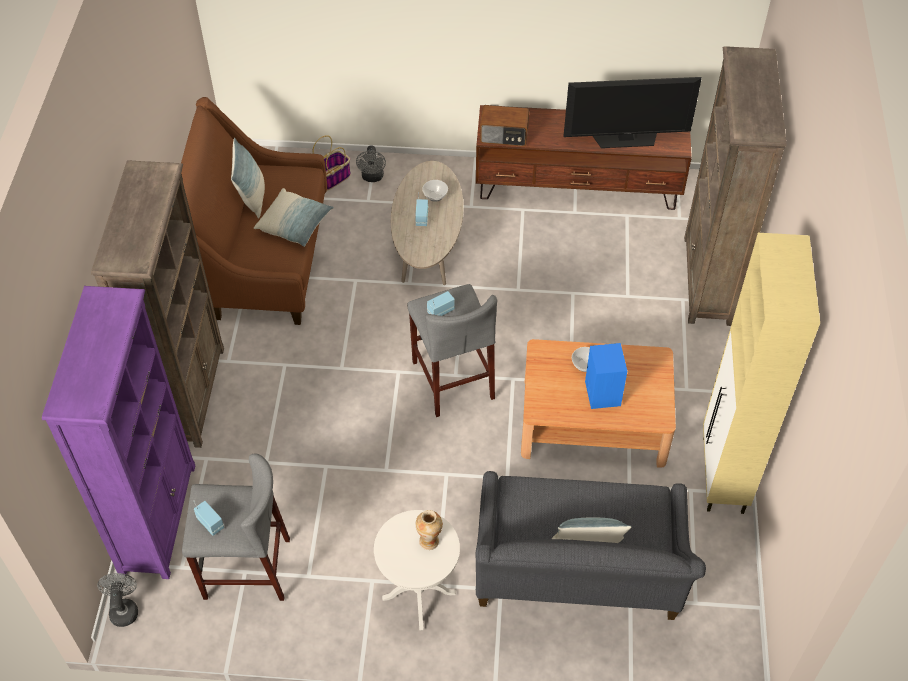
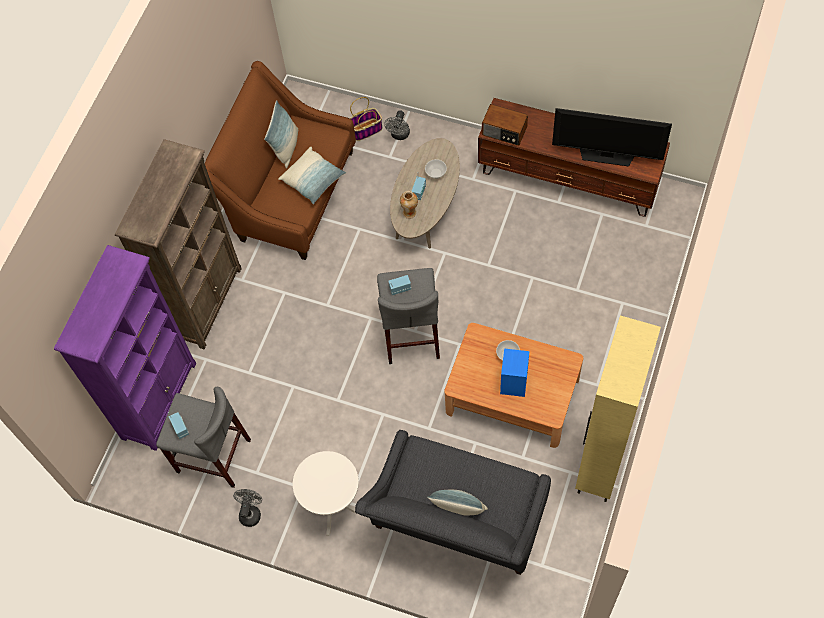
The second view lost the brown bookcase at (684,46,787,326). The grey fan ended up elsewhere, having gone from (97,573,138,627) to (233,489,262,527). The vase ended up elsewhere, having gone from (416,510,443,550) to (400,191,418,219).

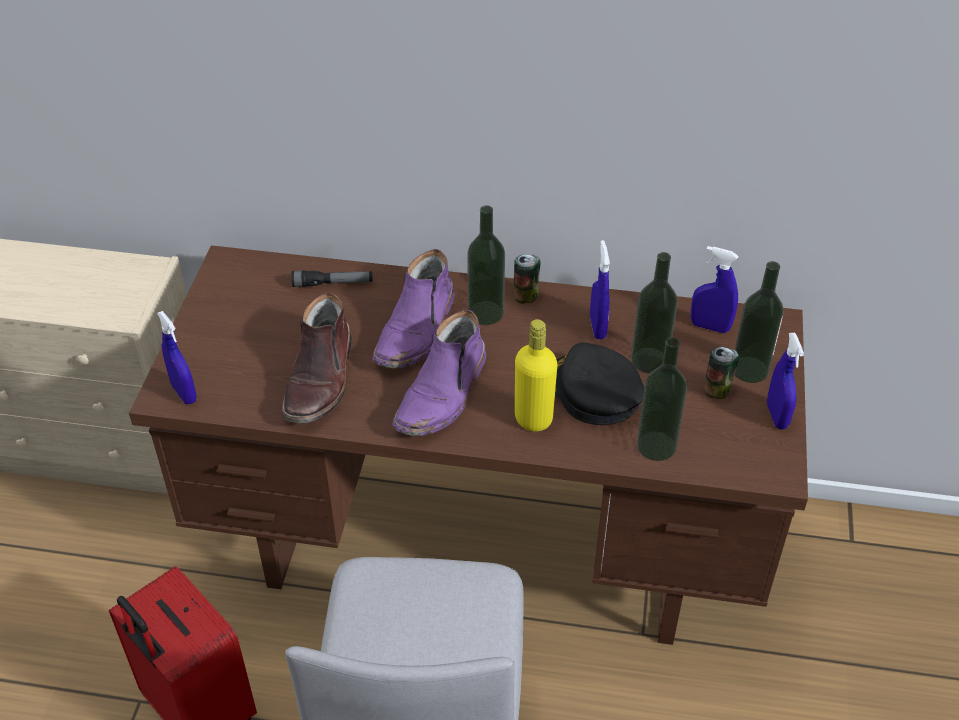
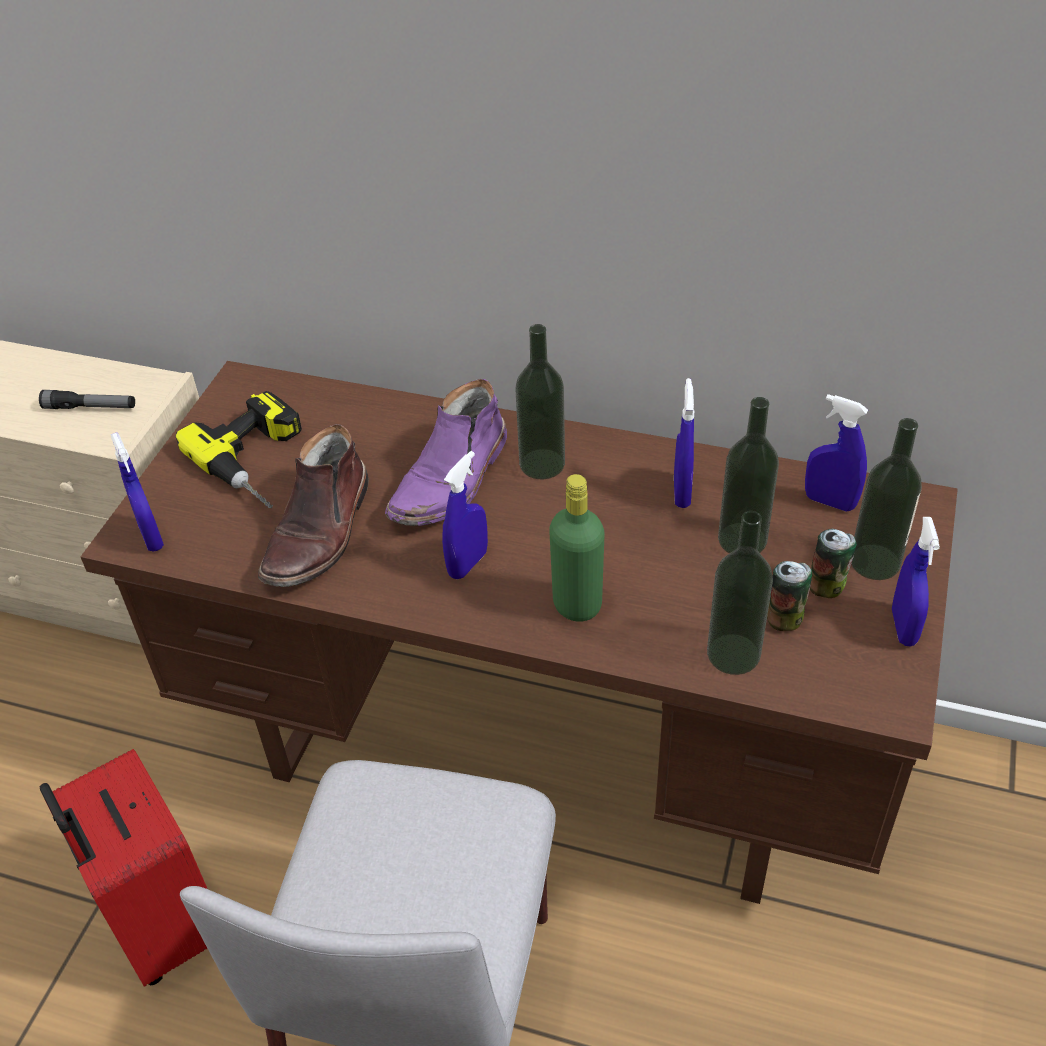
The second view lost the black cap at (555,342,644,425). The second view gained the power drill at (176,391,302,509). The flashlight ended up elsewhere, having gone from (291,270,372,287) to (39,390,135,409). The can ended up elsewhere, having gone from (514,254,540,304) to (767,561,812,631). Where the purple boot stood at (392,310,486,436), the blue spray bottle came to stand at (442,451,488,579). What was the yellow bottle at (515,319,557,432) turned into the green bottle at (549,474,605,622).

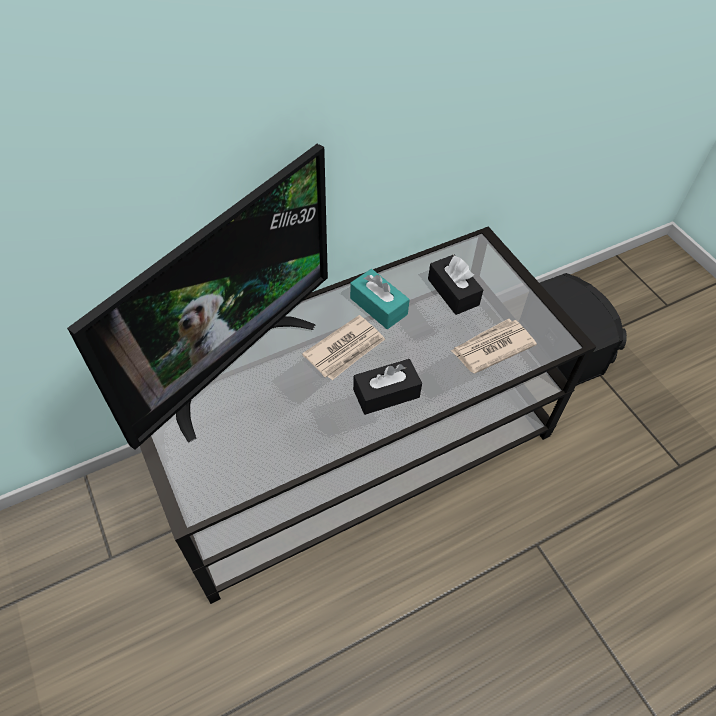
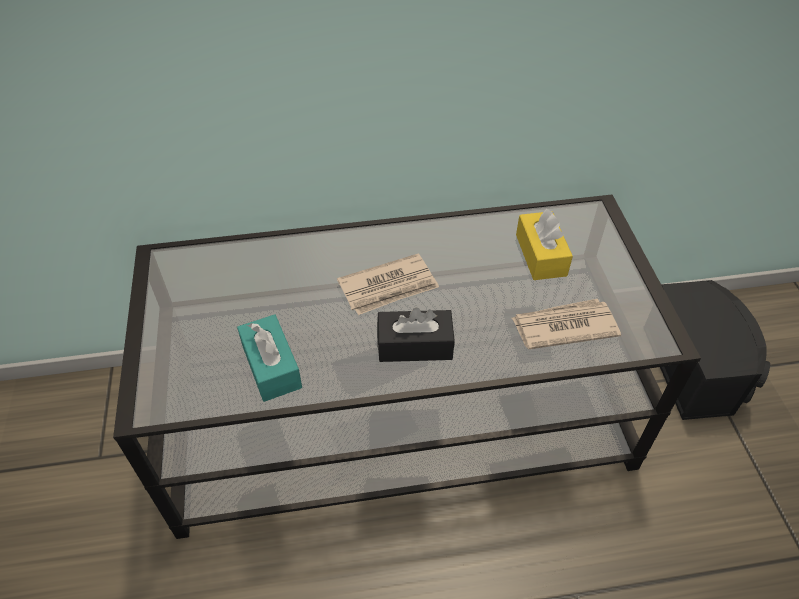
The second view lost the television at (67,144,328,450). The turquoise tissue box ended up elsewhere, having gone from (350,269,410,329) to (237,314,302,402). What was the black tissue box at (428,255,483,315) turned into the yellow tissue box at (516,209,573,280).

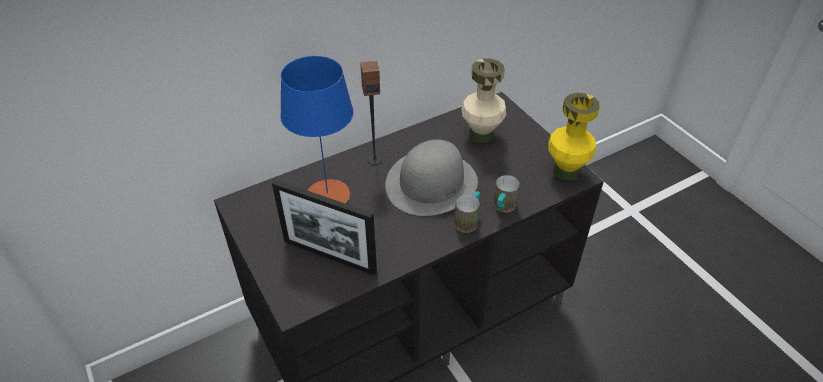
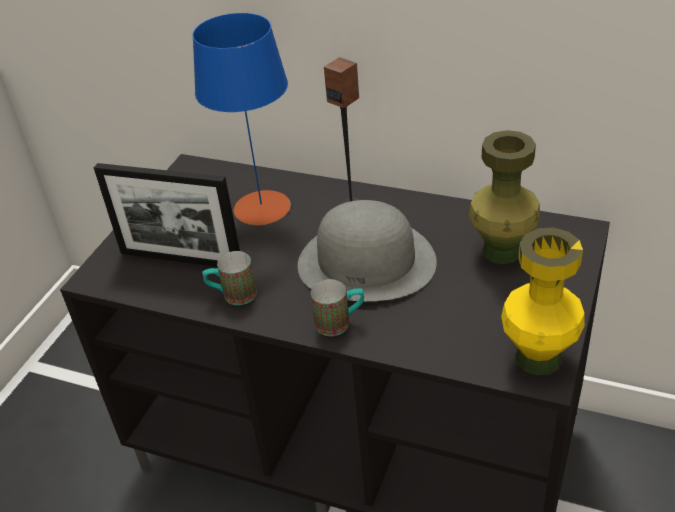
The mug ended up elsewhere, having gone from (493,175,520,212) to (202,251,257,305). What was the beige vase at (462,59,506,143) turned into the green vase at (469,130,540,264). The picture frame at (272,180,377,275) ended up facing another way, 60 degrees counterclockwise from before.

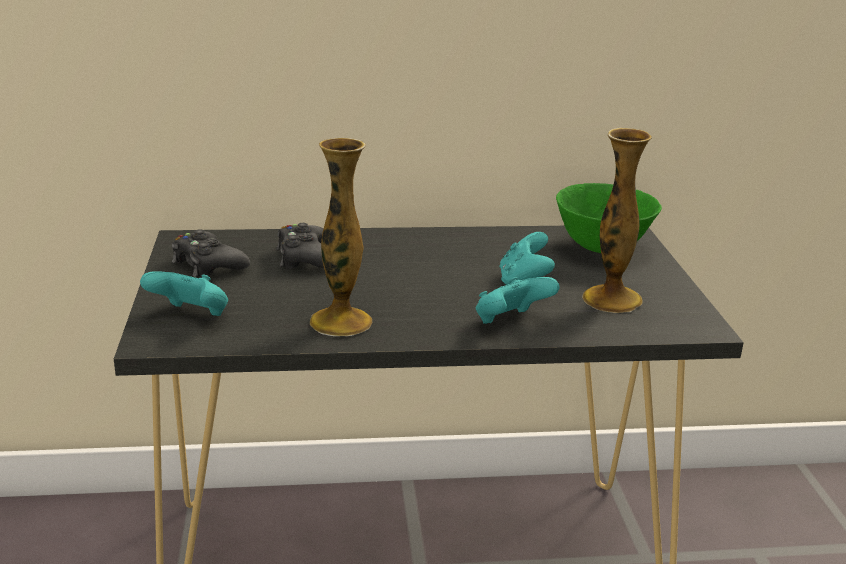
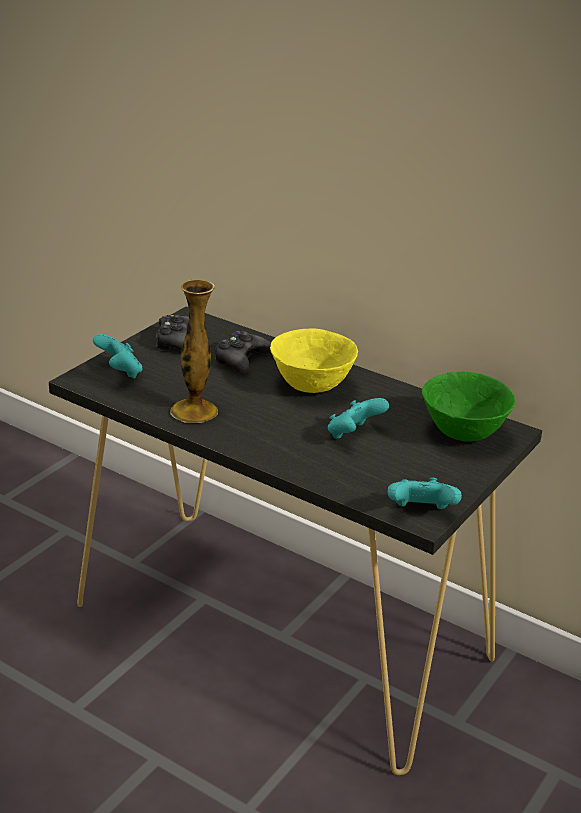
The second view lost the vase at (582,128,652,313). The second view gained the yellow bowl at (270,328,358,393). The turquoise game controller ended up elsewhere, having gone from (476,277,560,324) to (387,478,462,509).

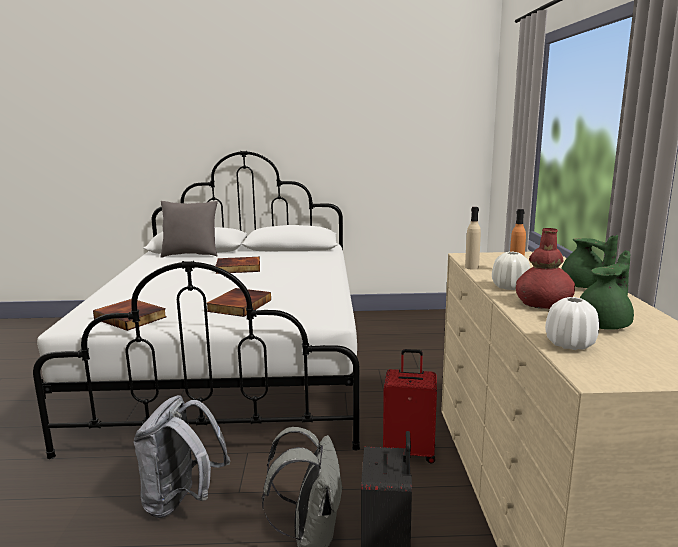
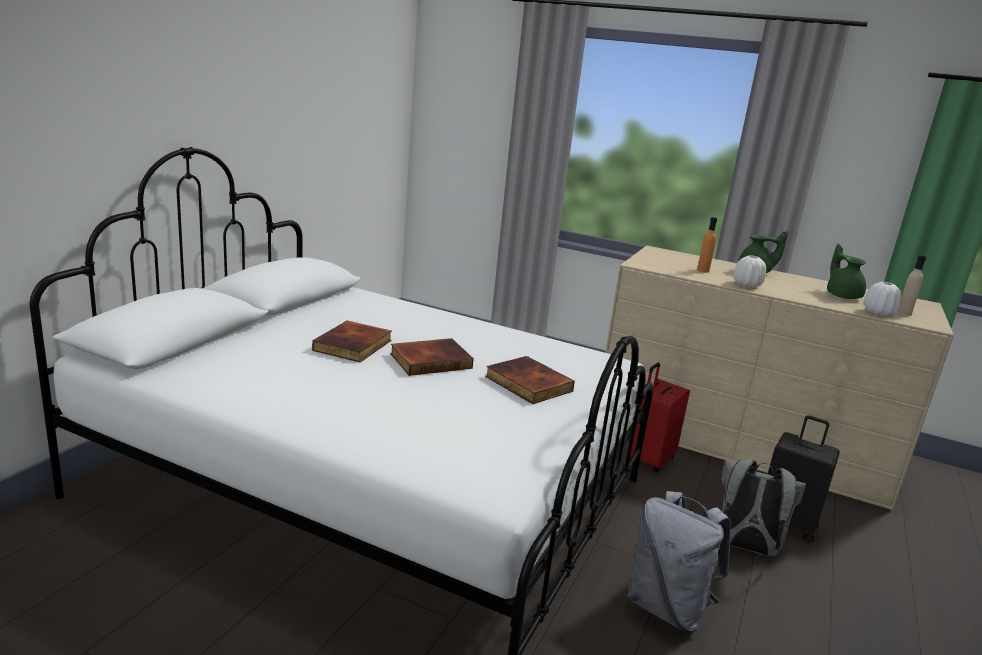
The second view lost the grey pillow at (160,201,218,258). The second view lost the red vase at (516,228,575,309). The book ended up elsewhere, having gone from (93,299,167,331) to (390,338,474,376). The beige bottle ended up elsewhere, having gone from (465,207,481,270) to (897,255,926,316).

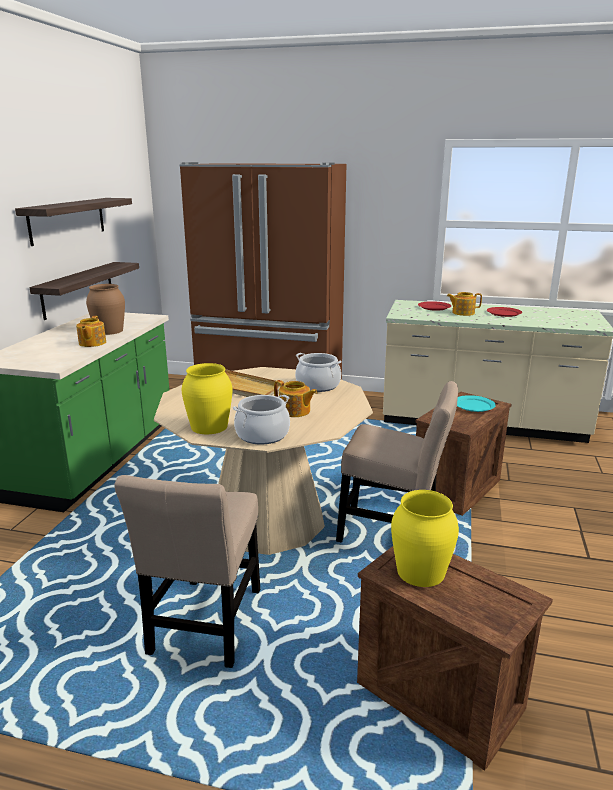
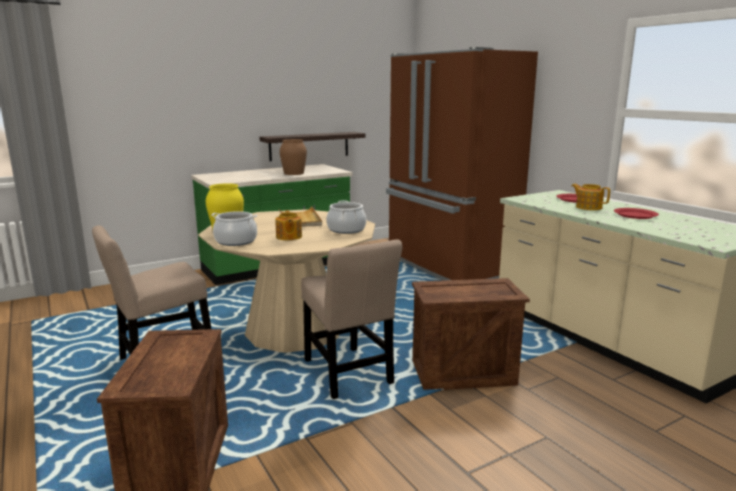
The second view lost the shelf at (15,198,132,246). The second view lost the teapot at (76,316,106,347). The second view lost the yellow vase at (391,490,459,587). The second view lost the turquoise plate at (457,395,496,412).

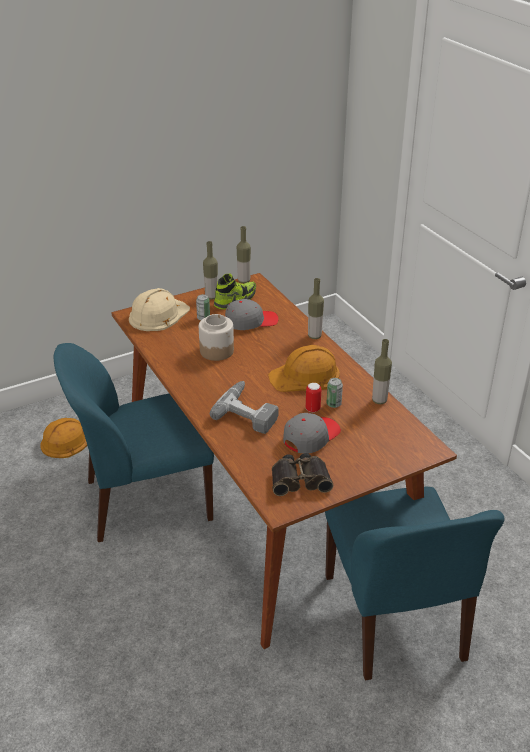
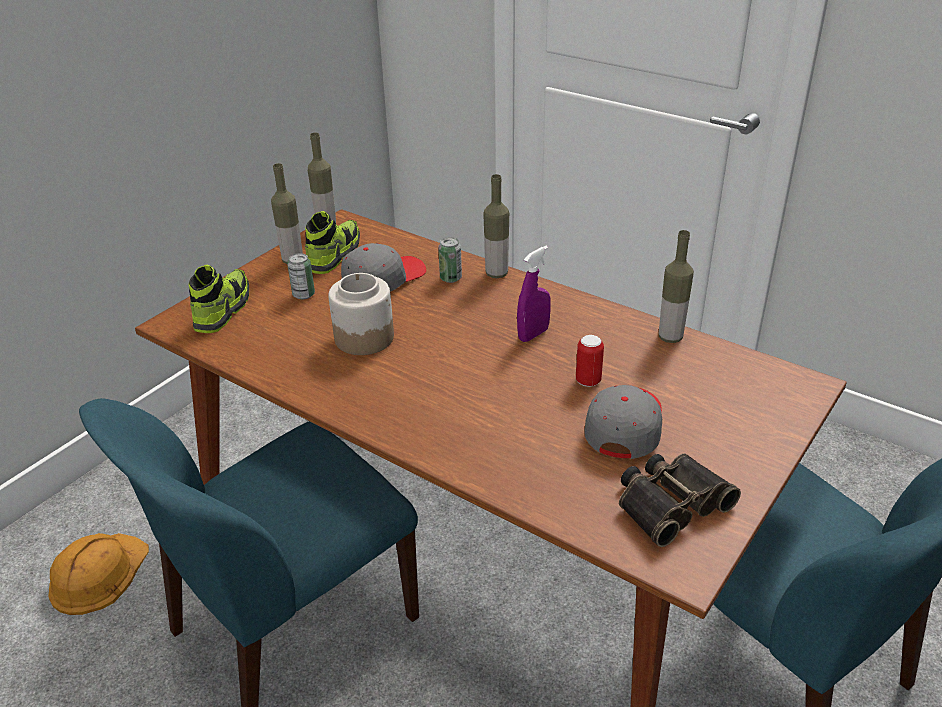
The second view lost the power drill at (210,381,279,434). The can ended up elsewhere, having gone from (327,378,343,408) to (438,237,462,283). Where the beige hard hat stood at (129,288,190,331), the shoe came to stand at (189,265,249,333). Where the orange hard hat stood at (268,345,340,392), the purple spray bottle came to stand at (517,246,551,342).

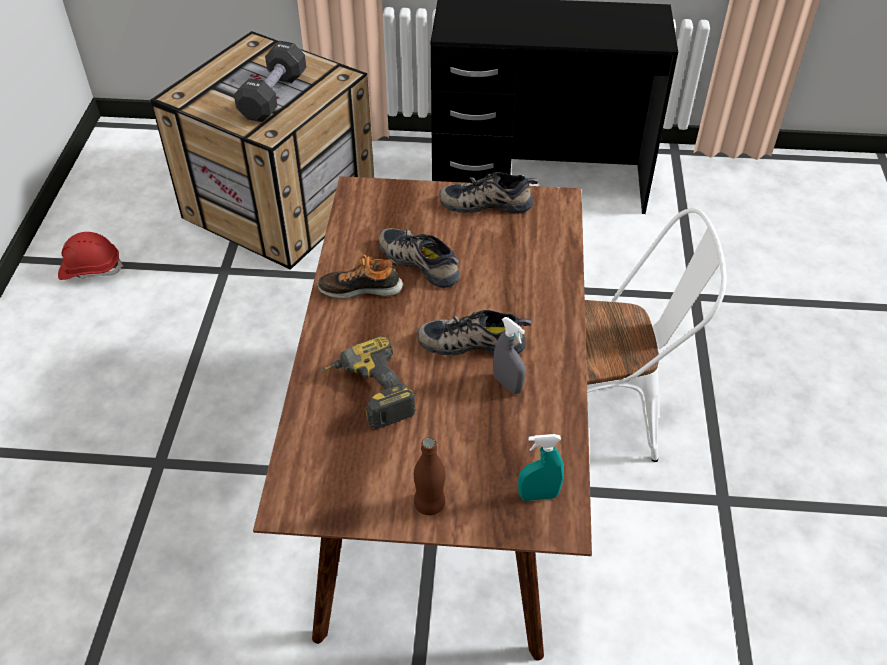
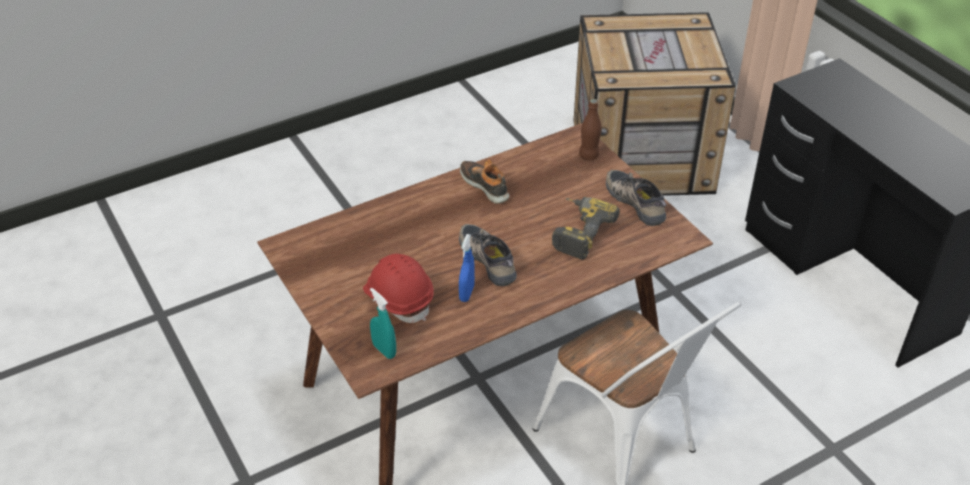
The second view lost the black dumbbell at (234,41,306,122). The second view lost the shoe at (379,228,460,288). The red hard hat ended up elsewhere, having gone from (58,232,124,280) to (363,254,434,323). The power drill ended up elsewhere, having gone from (321,336,416,429) to (552,197,620,260). The brown bottle ended up elsewhere, having gone from (414,437,446,515) to (579,99,602,160). What was the grey spray bottle at (493,317,525,394) turned into the blue spray bottle at (459,234,475,302).

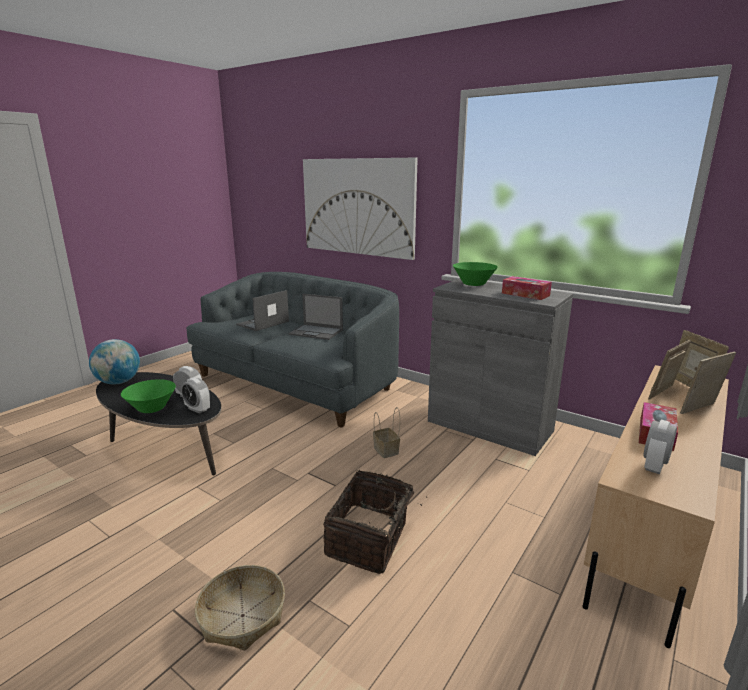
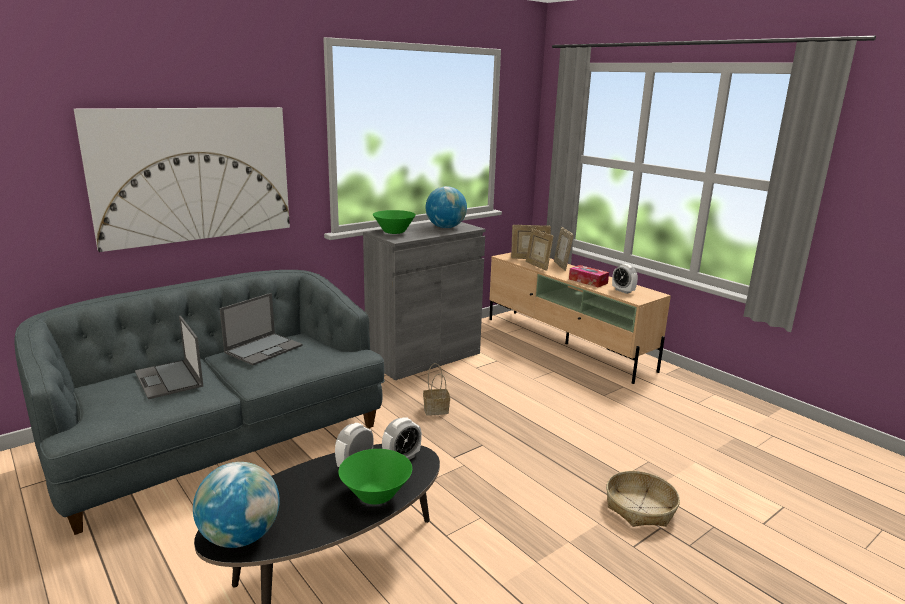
The second view lost the basket at (323,470,427,574). Where the tissue box stood at (502,276,552,300), the globe came to stand at (426,186,467,228).

